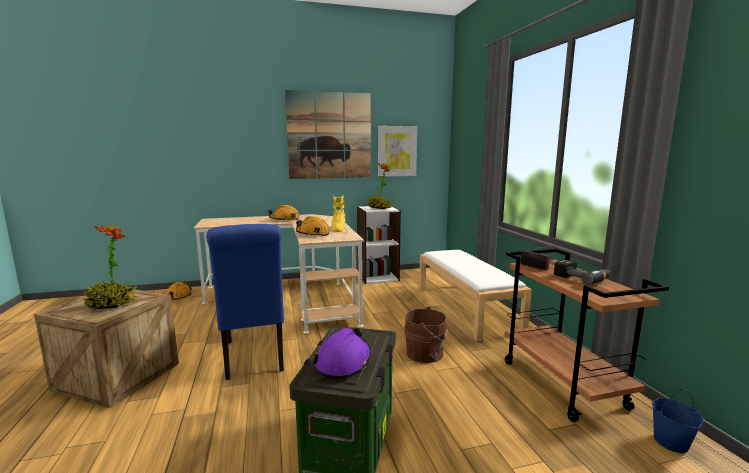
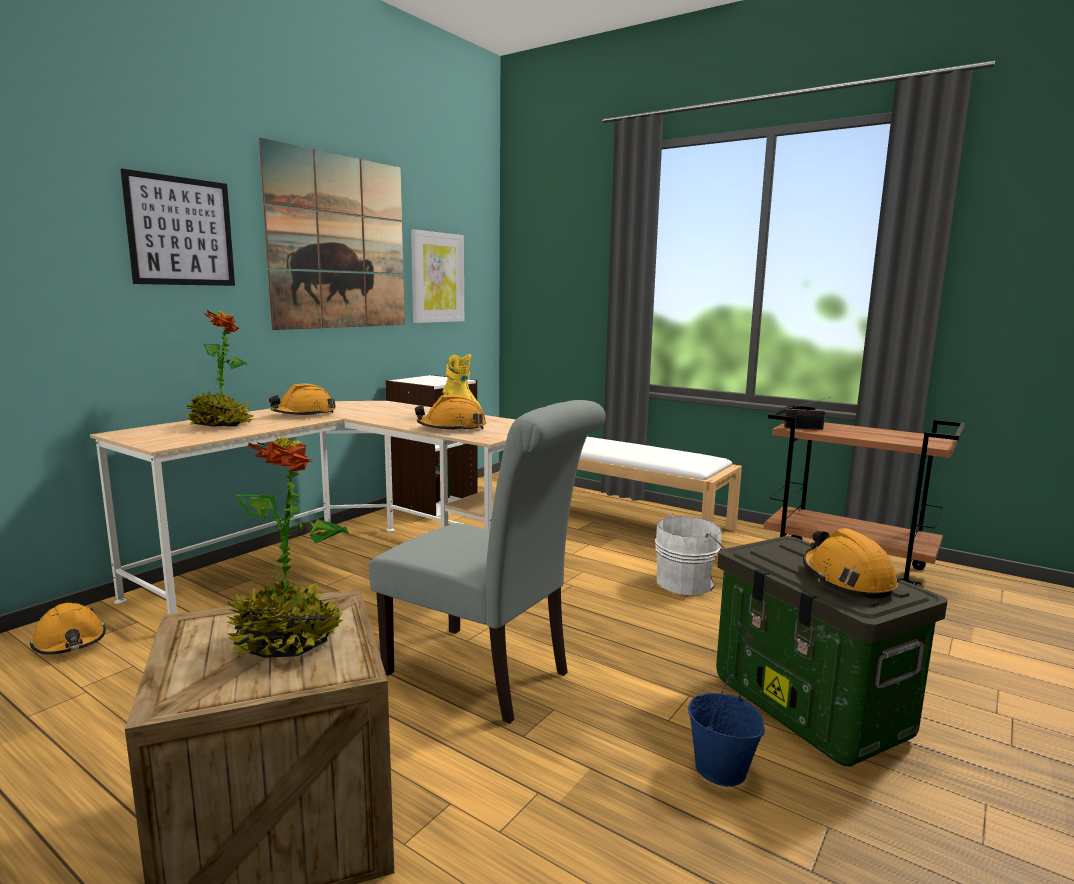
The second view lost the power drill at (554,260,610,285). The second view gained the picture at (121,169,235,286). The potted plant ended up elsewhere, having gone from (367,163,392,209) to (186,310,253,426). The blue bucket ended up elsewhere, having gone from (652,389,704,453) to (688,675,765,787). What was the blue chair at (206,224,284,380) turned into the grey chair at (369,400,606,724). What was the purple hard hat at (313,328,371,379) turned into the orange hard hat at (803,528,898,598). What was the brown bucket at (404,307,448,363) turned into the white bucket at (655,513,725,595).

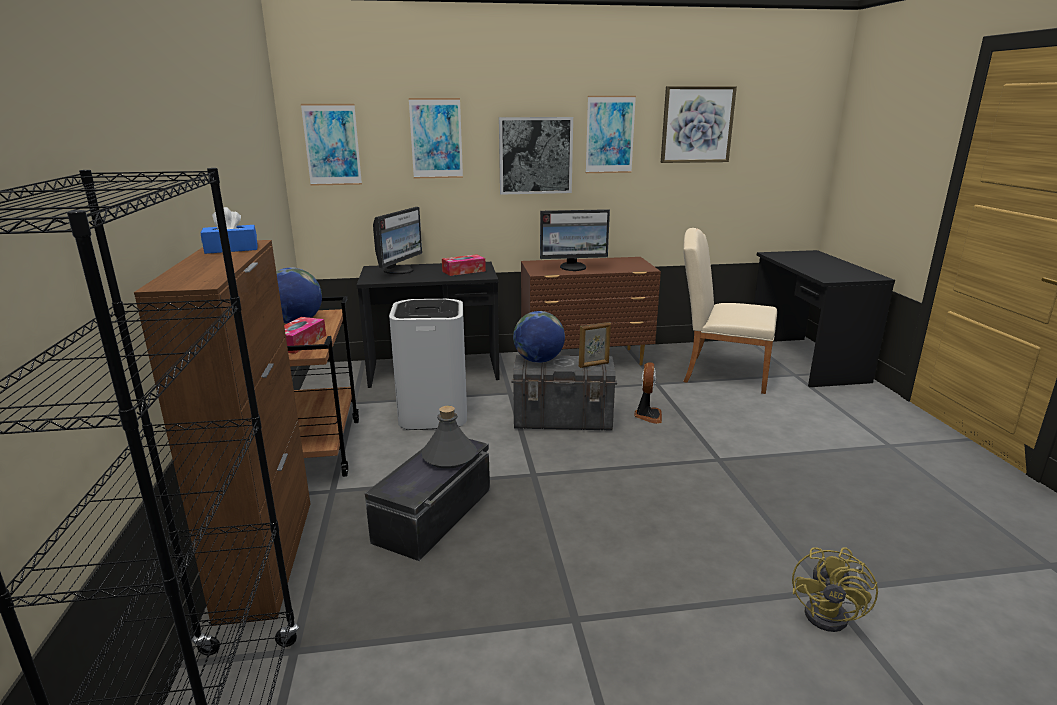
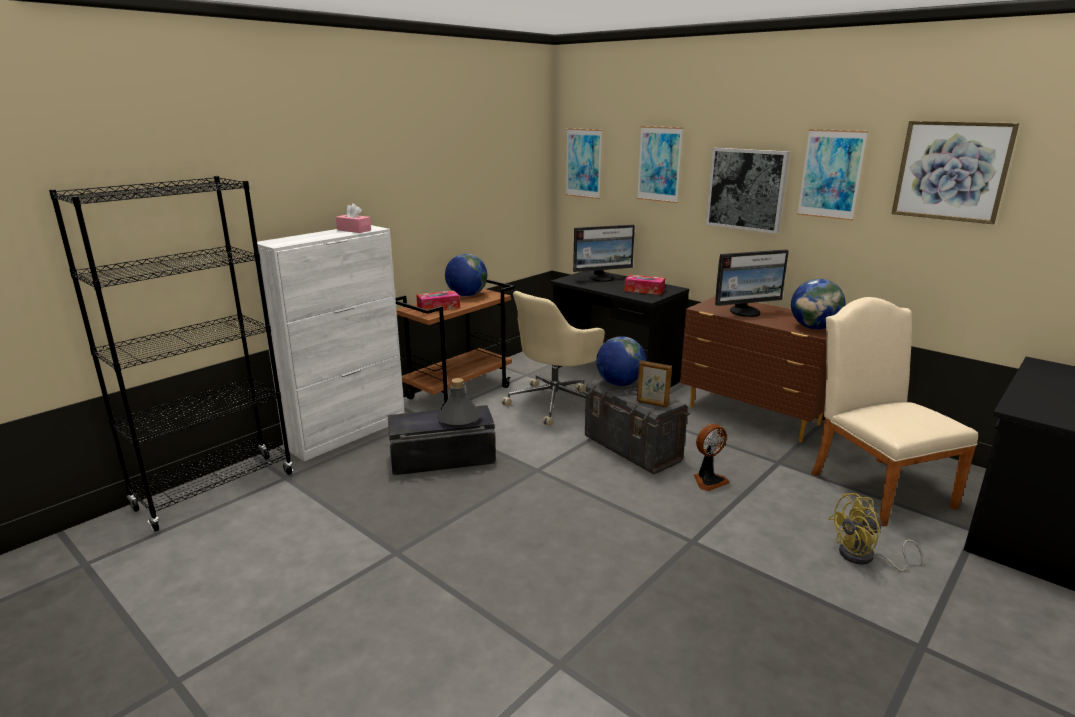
The second view gained the globe at (791,279,846,329). The yellow fan ended up elsewhere, having gone from (792,547,878,632) to (828,493,923,572). Where the white trash can stood at (389,299,467,430), the beige office chair came to stand at (502,291,605,426). What was the brown cabinet at (134,240,310,626) turned into the white cabinet at (252,225,405,461). What was the blue tissue box at (201,207,258,254) turned into the pink tissue box at (336,203,371,233). The monitor at (540,209,610,271) ended up facing another way, 60 degrees counterclockwise from before.

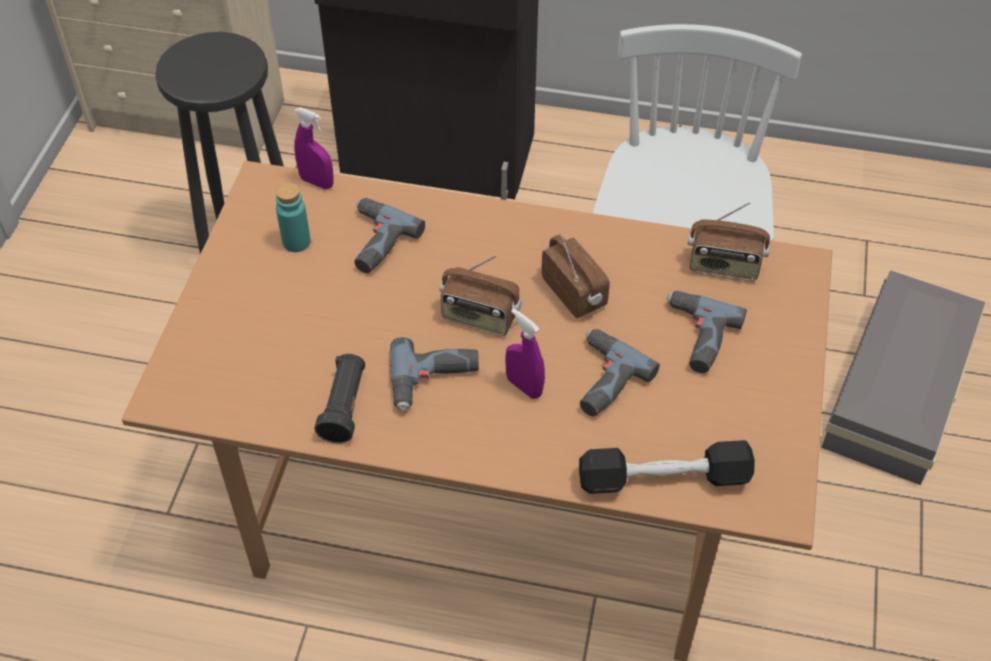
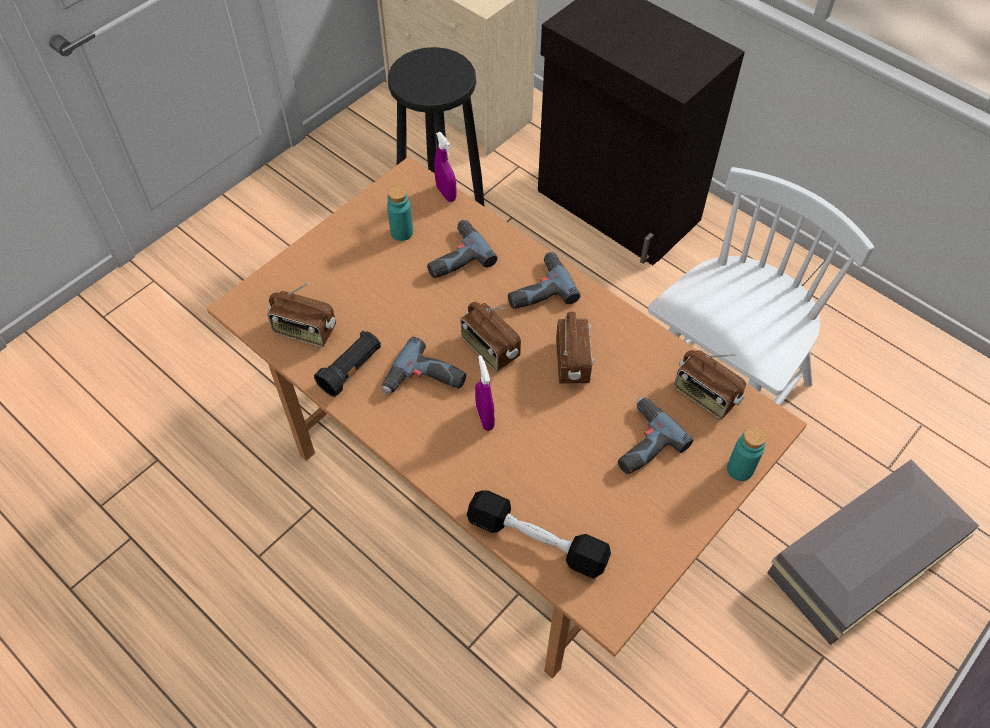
The second view gained the radio at (267,283,336,347). The second view gained the turquoise bottle at (727,426,767,481). The power drill ended up elsewhere, having gone from (580,329,660,416) to (508,252,581,309).

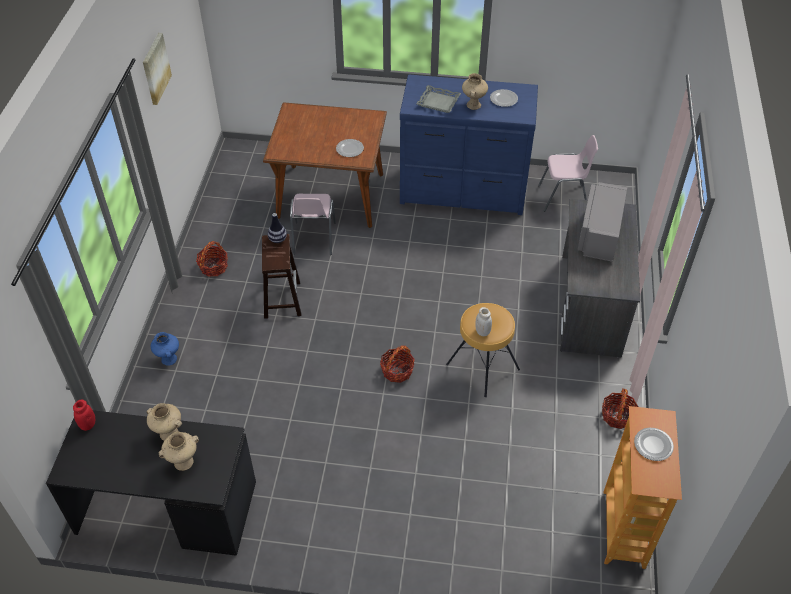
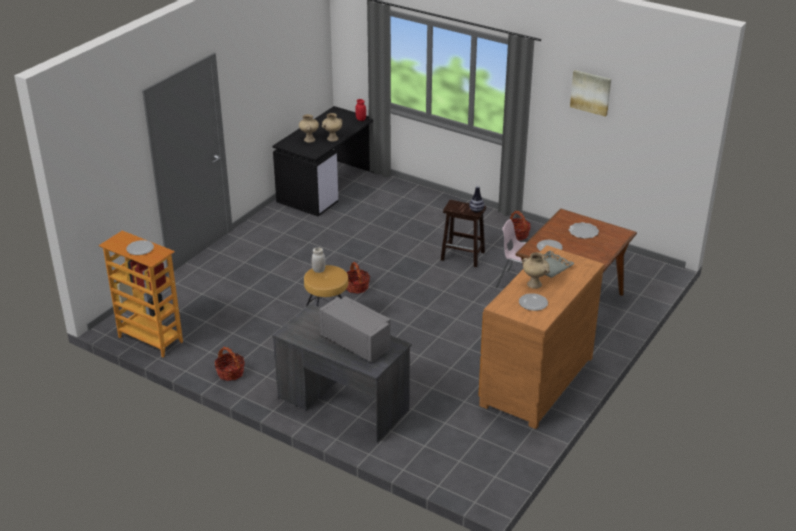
The second view lost the blue vase at (151,332,179,366). The second view lost the pink chair at (538,135,598,212). The second view gained the plate at (569,222,599,239). What was the blue dresser at (400,74,538,215) turned into the brown dresser at (478,245,605,429).

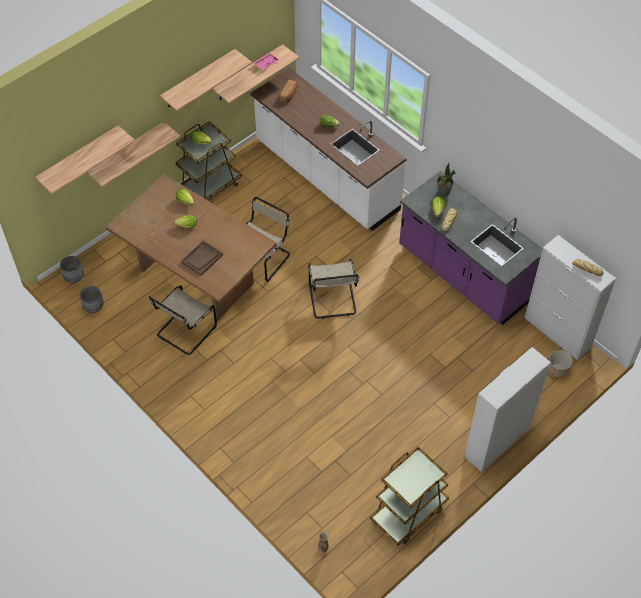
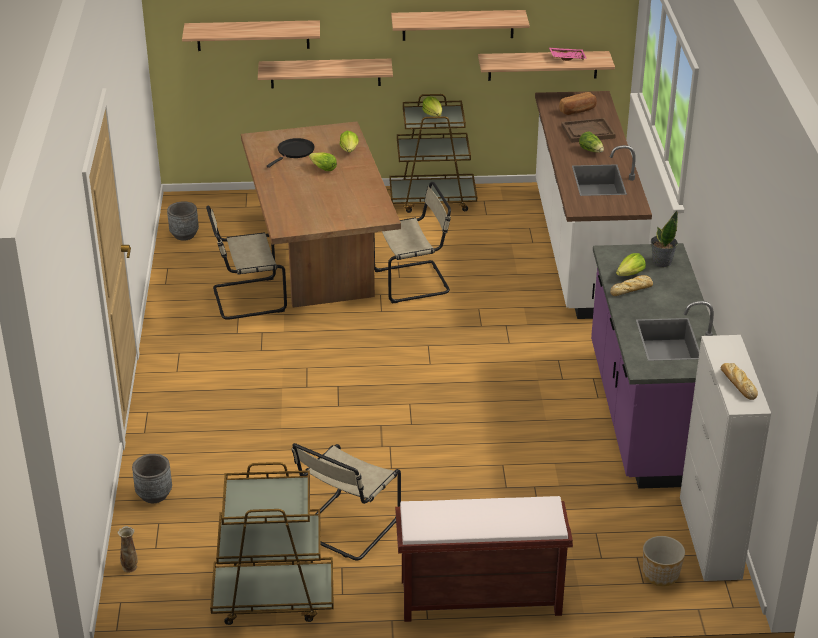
The second view gained the black frying pan at (267,138,315,168). The grey planter ended up elsewhere, having gone from (60,256,84,283) to (132,454,172,503). The brown tray ended up elsewhere, having gone from (181,240,223,276) to (561,118,616,143). The beige chair ended up elsewhere, having gone from (308,259,359,319) to (292,443,401,560). Where the white cabinet stood at (464,347,551,472), the brown bench came to stand at (395,496,573,622).

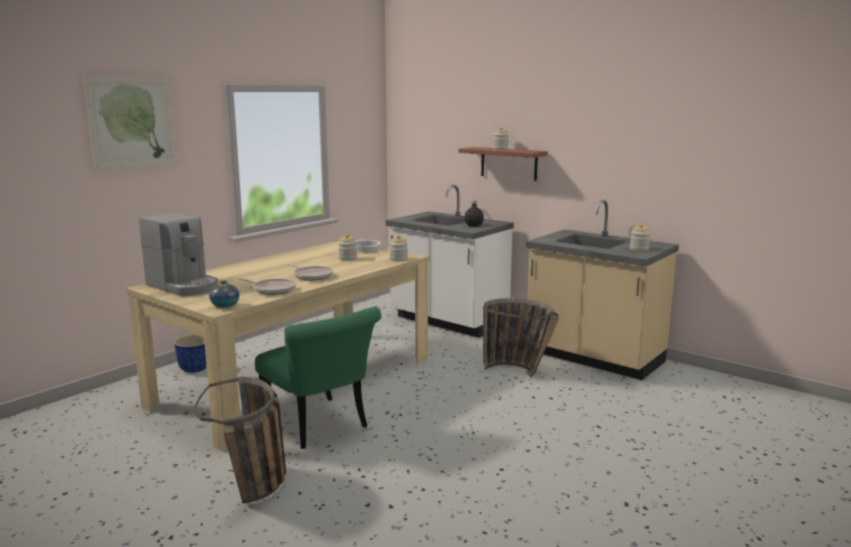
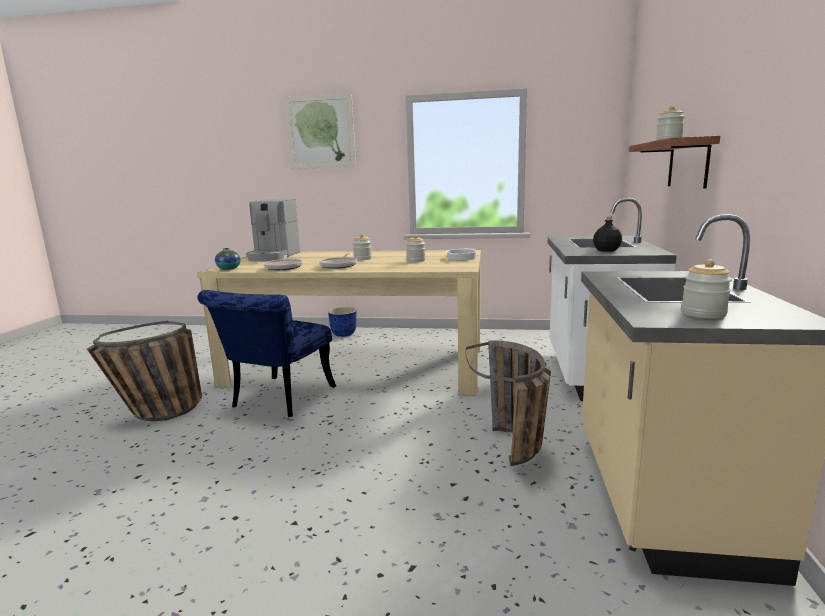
The jar ended up elsewhere, having gone from (389,235,408,262) to (353,234,372,260). What was the green chair at (255,307,381,449) turned into the blue chair at (197,290,336,417).

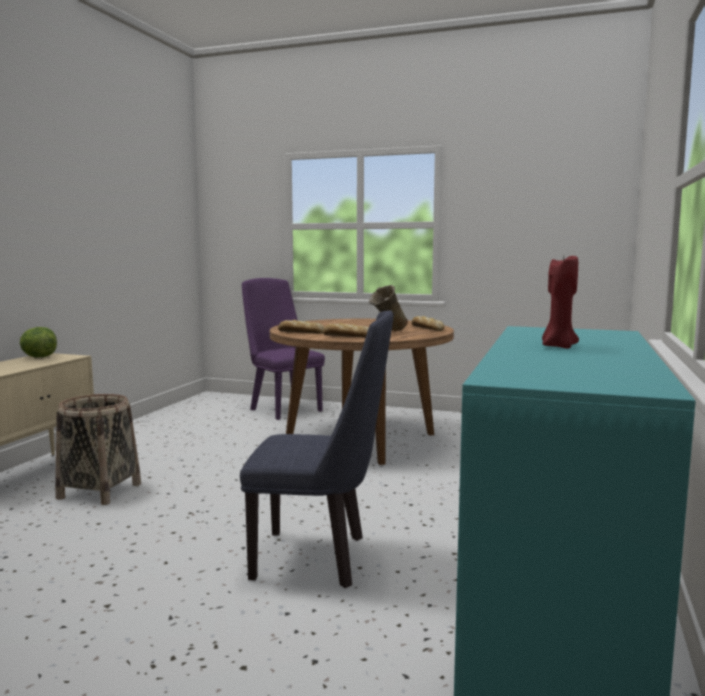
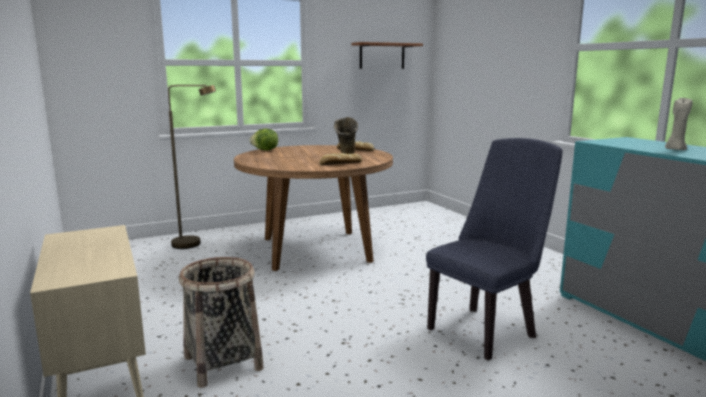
The second view lost the bread at (278,320,324,334). The second view gained the shelf at (352,42,423,69). The lettuce ended up elsewhere, having gone from (20,327,57,357) to (249,129,278,151). Where the purple chair stood at (242,278,325,420), the brown floor lamp came to stand at (168,85,216,249). What was the red candle at (542,256,579,349) turned into the beige candle at (665,98,693,150).

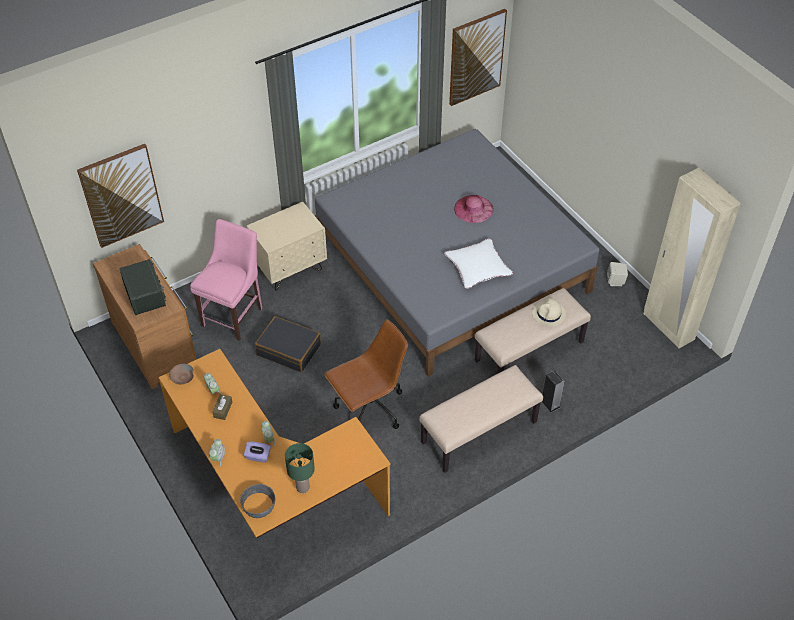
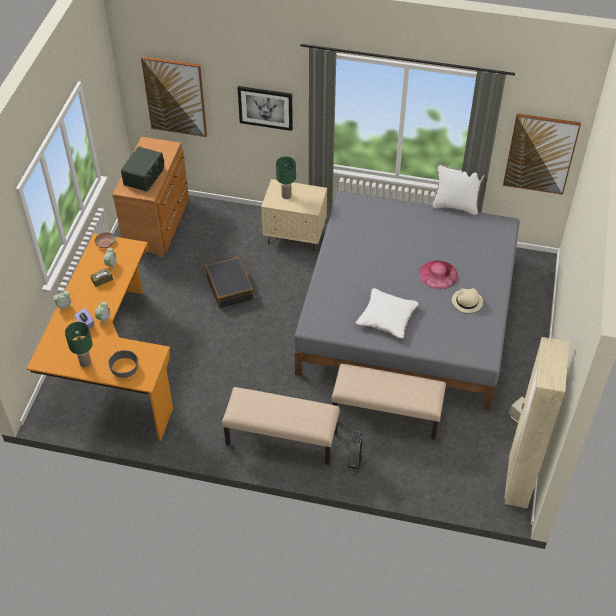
The second view lost the pink chair at (190,219,263,341). The second view lost the brown office chair at (324,319,408,429). The second view gained the picture at (238,86,293,131). The second view gained the green table lamp at (276,157,296,199). The second view gained the white pillow at (432,165,485,215). The grey bowl ended up elsewhere, having gone from (240,484,275,518) to (108,350,138,378). The beige hat ended up elsewhere, having gone from (532,298,566,326) to (452,288,483,313).

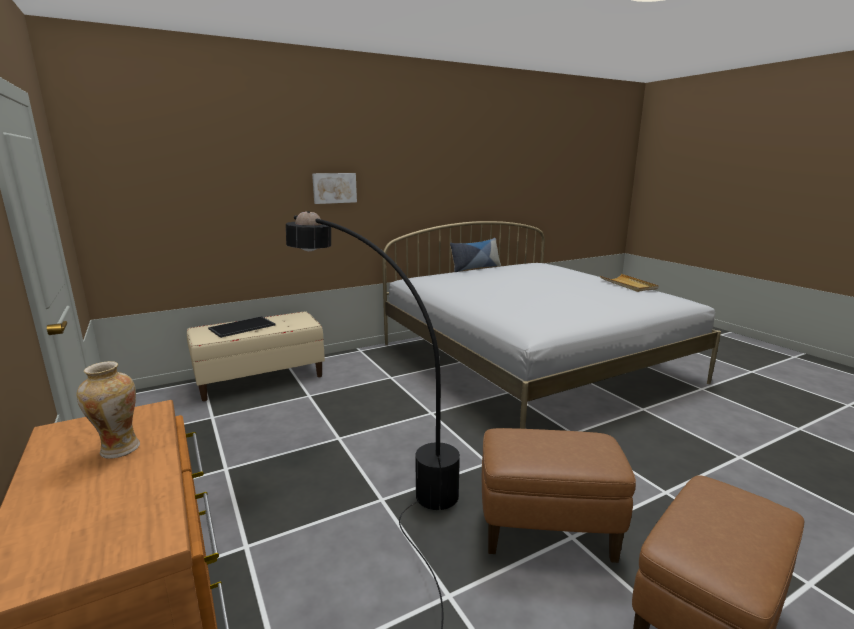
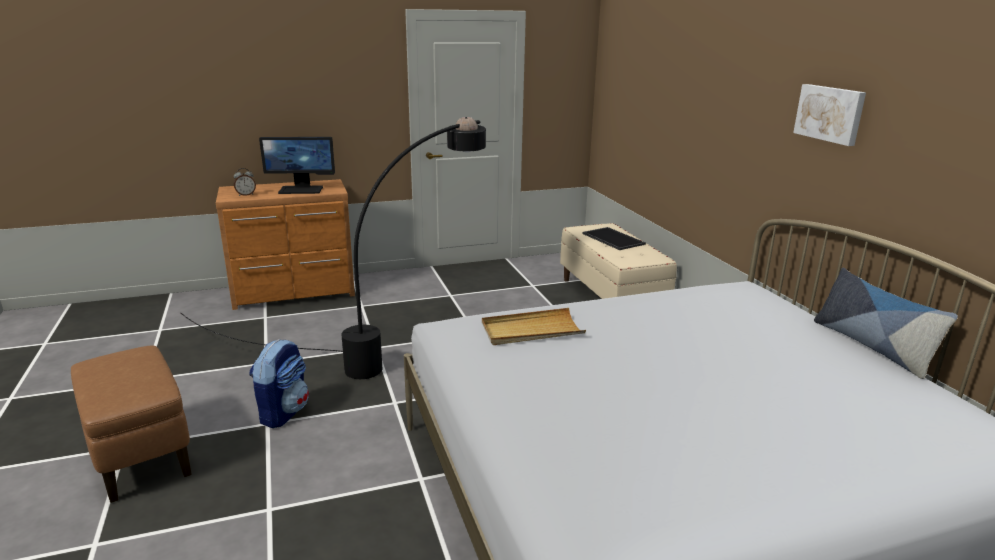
The second view gained the alarm clock at (234,168,256,196). The picture ended up elsewhere, having gone from (312,173,357,204) to (793,84,866,146). The beige tray ended up elsewhere, having gone from (600,274,658,292) to (482,308,586,345). Where the vase stood at (76,361,140,459), the monitor came to stand at (259,137,335,194). Where the brown ottoman stood at (482,428,636,563), the backpack came to stand at (250,339,309,428).

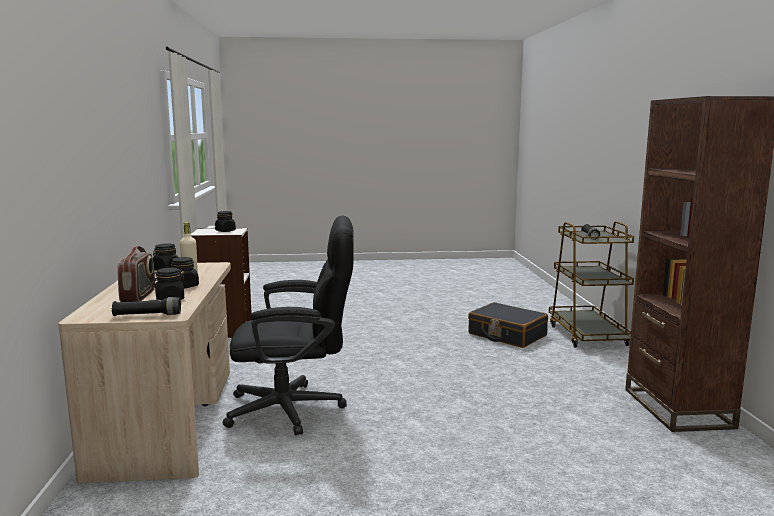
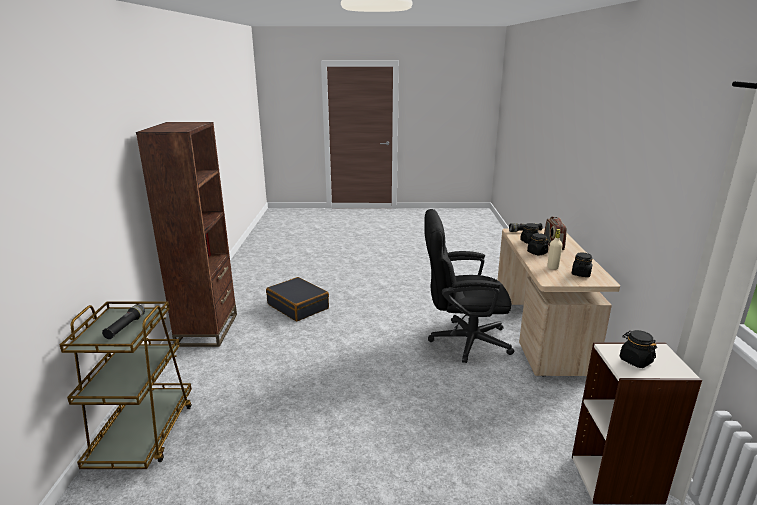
The black suitcase ended up elsewhere, having gone from (468,302,548,348) to (266,277,329,322).

